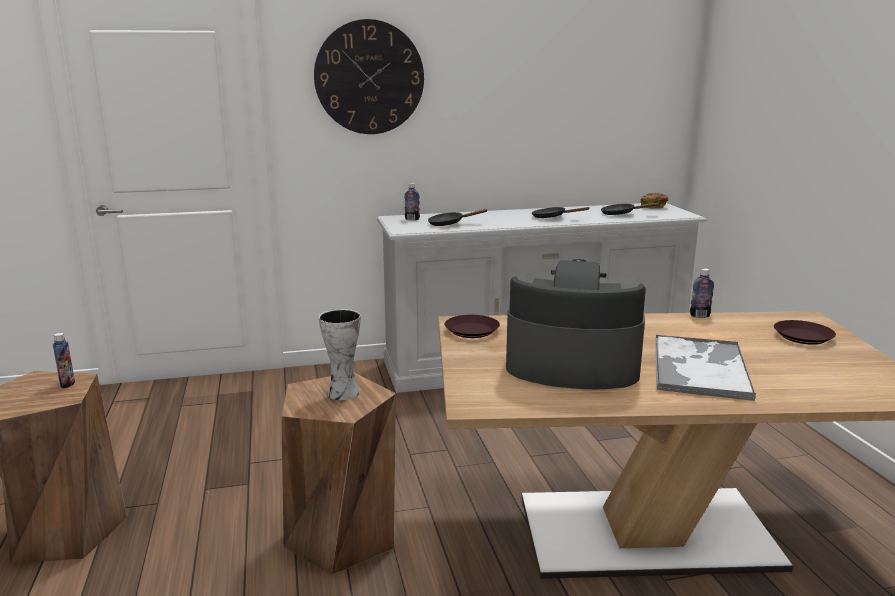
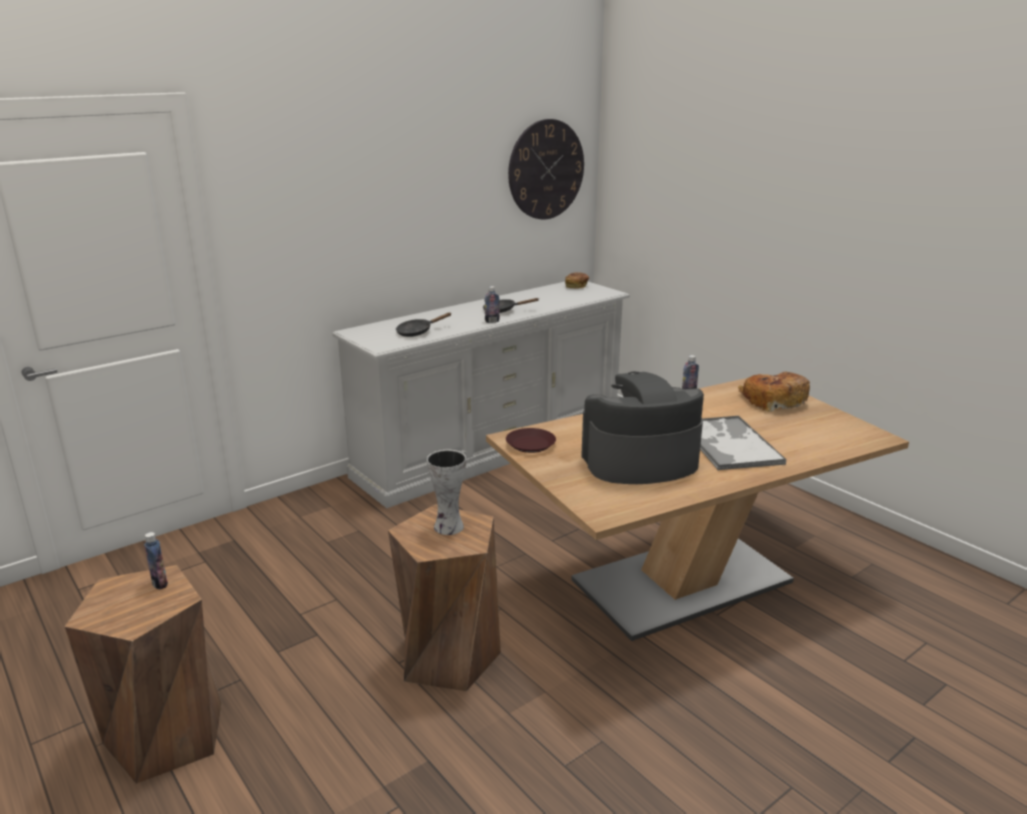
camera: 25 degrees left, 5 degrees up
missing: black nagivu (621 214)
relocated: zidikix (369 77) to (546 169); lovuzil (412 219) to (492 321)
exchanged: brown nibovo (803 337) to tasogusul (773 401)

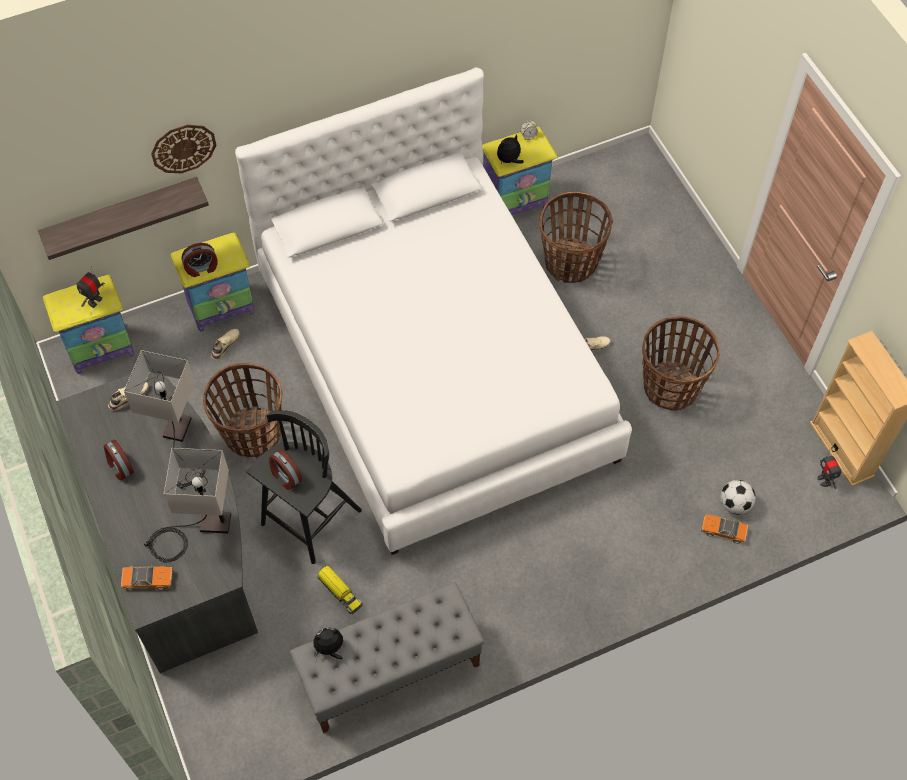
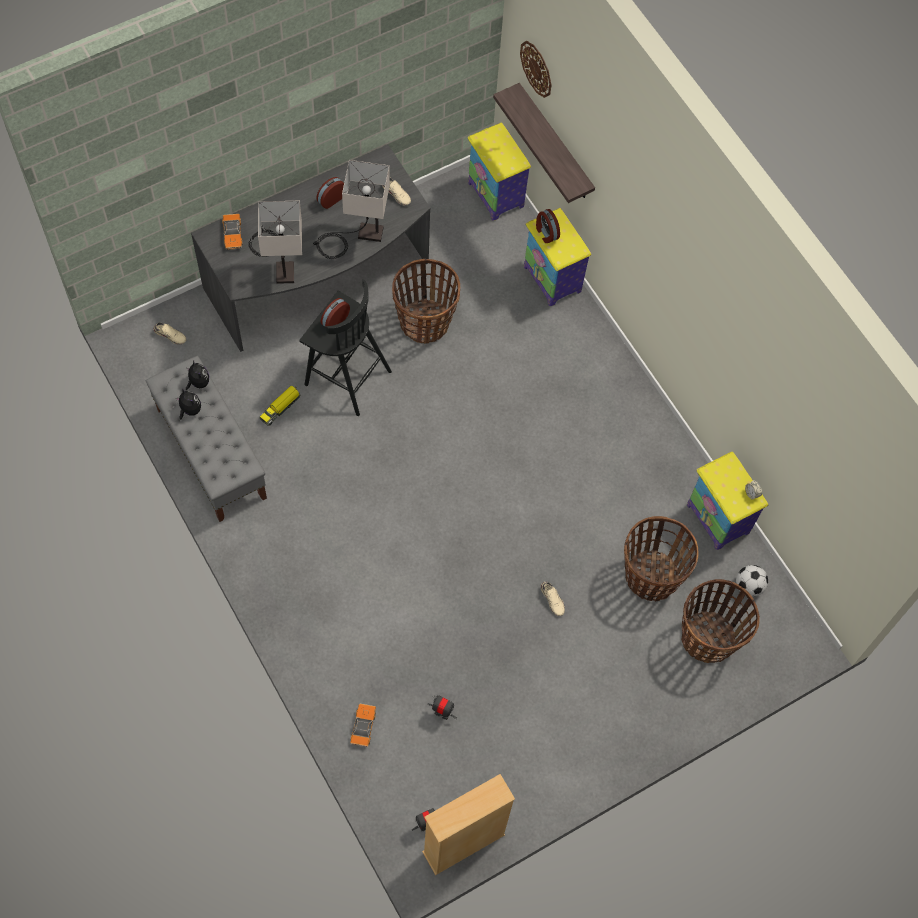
camera: 80 degrees right, 5 degrees up
missing: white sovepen (435 365)
relocated: zidikix (183 148) to (536 68); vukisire (509 160) to (189 410); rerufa (95 301) to (442 713); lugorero (670 386) to (708 637); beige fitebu (225 345) to (171 335); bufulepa (734 504) to (748 586)

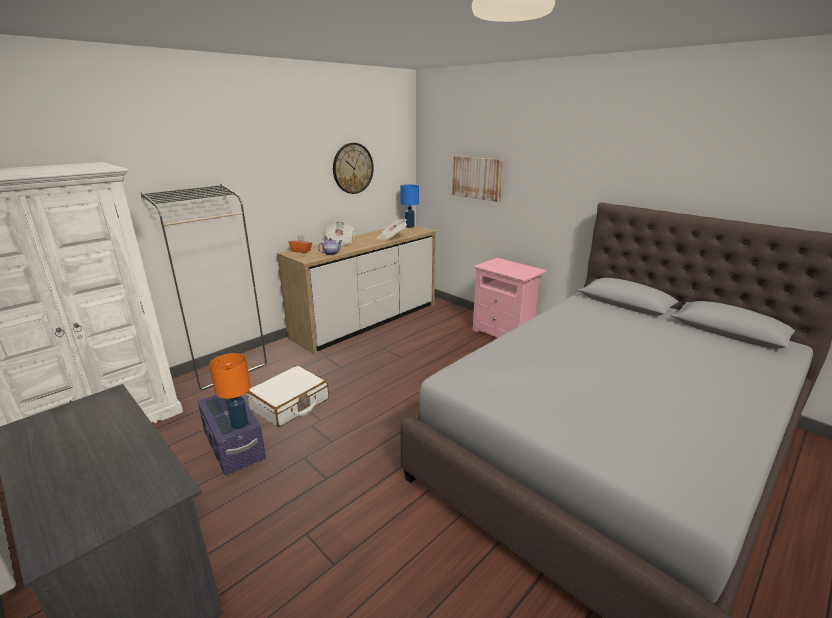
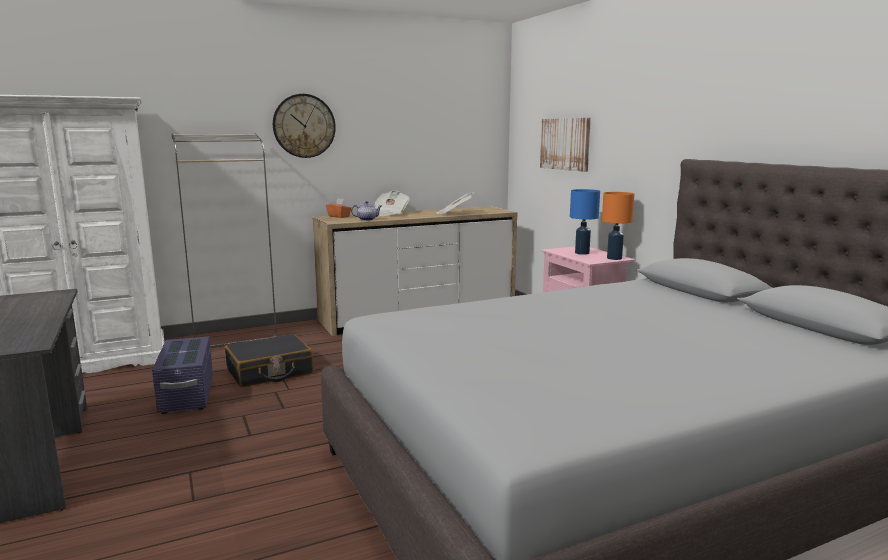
camera: 20 degrees right, 10 degrees down
relocated: zidikix (353 168) to (304 126); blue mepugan (409 227) to (582 253); orange mepugan (239 423) to (614 258)
colour: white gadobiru (290 404) to black gadobiru (270 372)

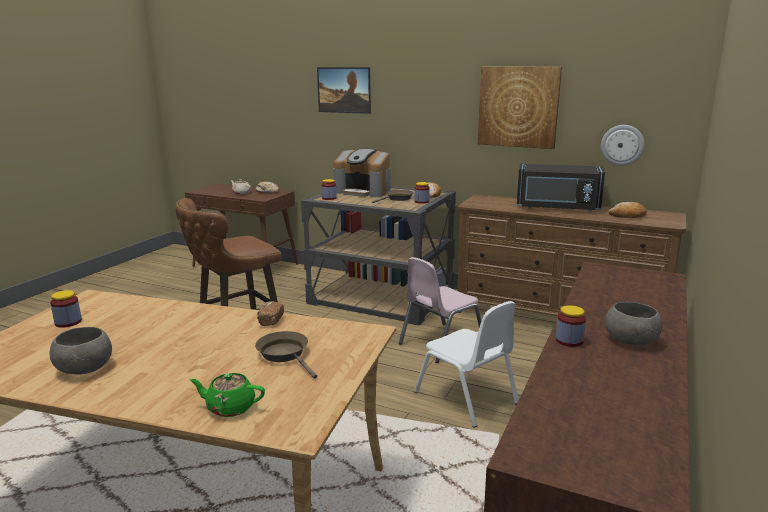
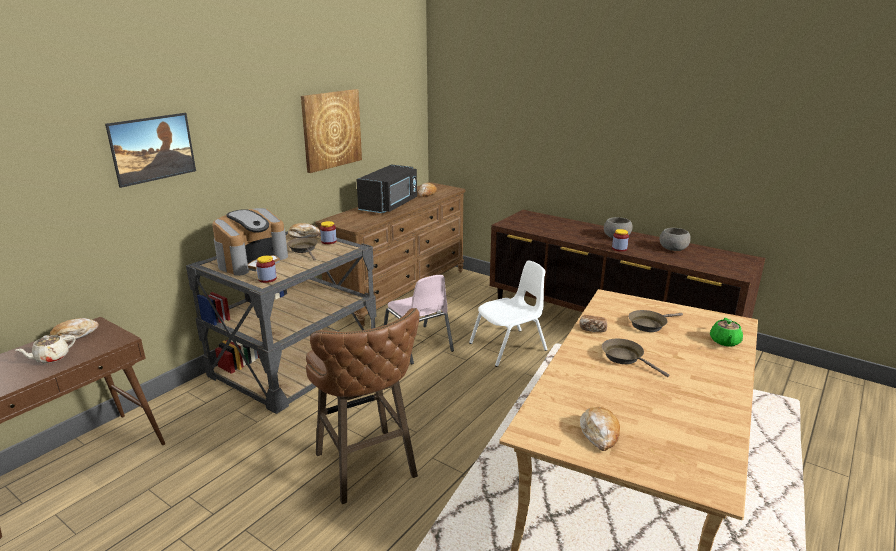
camera: 80 degrees left, 5 degrees up
missing: zidikix (622 145)
appeared: brown nagivu (625 358)
relocated: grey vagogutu (85 368) to (673 248)
exchanged: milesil (68 322) to tasogusul (600 433)

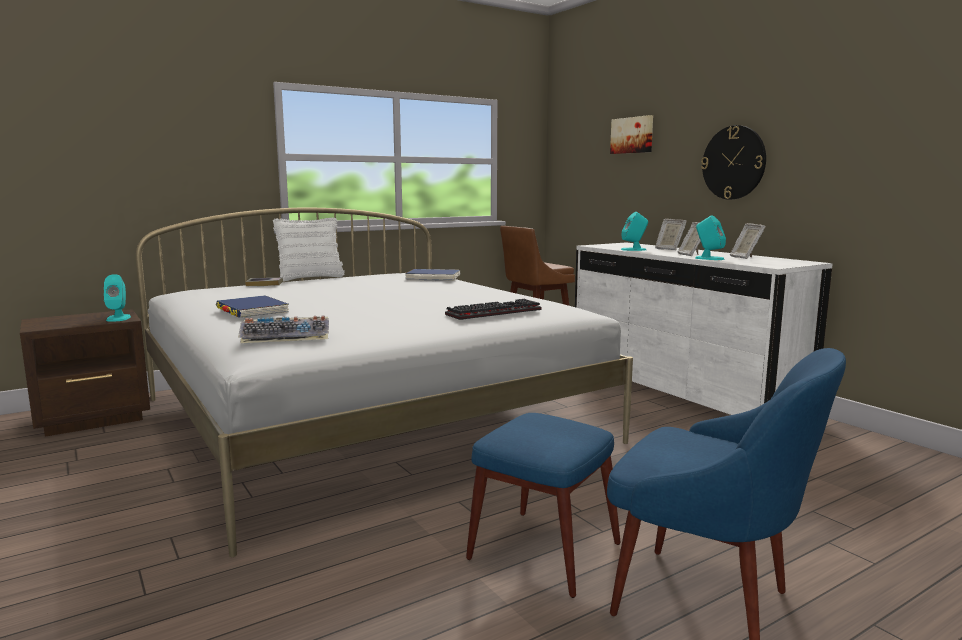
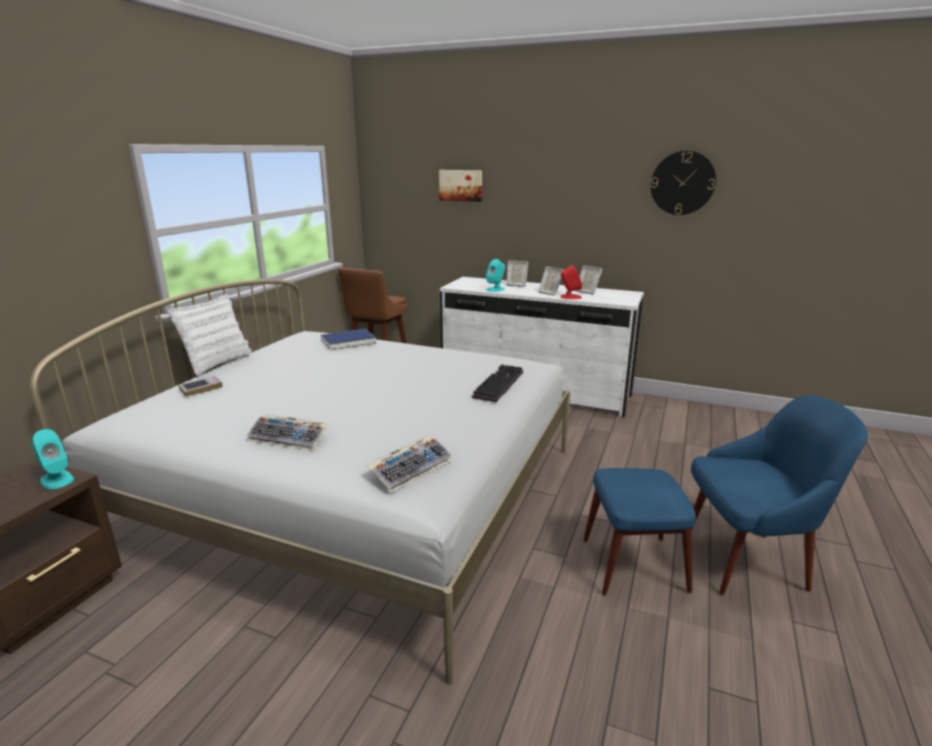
camera: 35 degrees left, 10 degrees up
relocated: zidikix (733 162) to (682 183)
exchanged: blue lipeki (252 310) to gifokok (290 438)
colour: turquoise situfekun (709 258) to red situfekun (570 297)

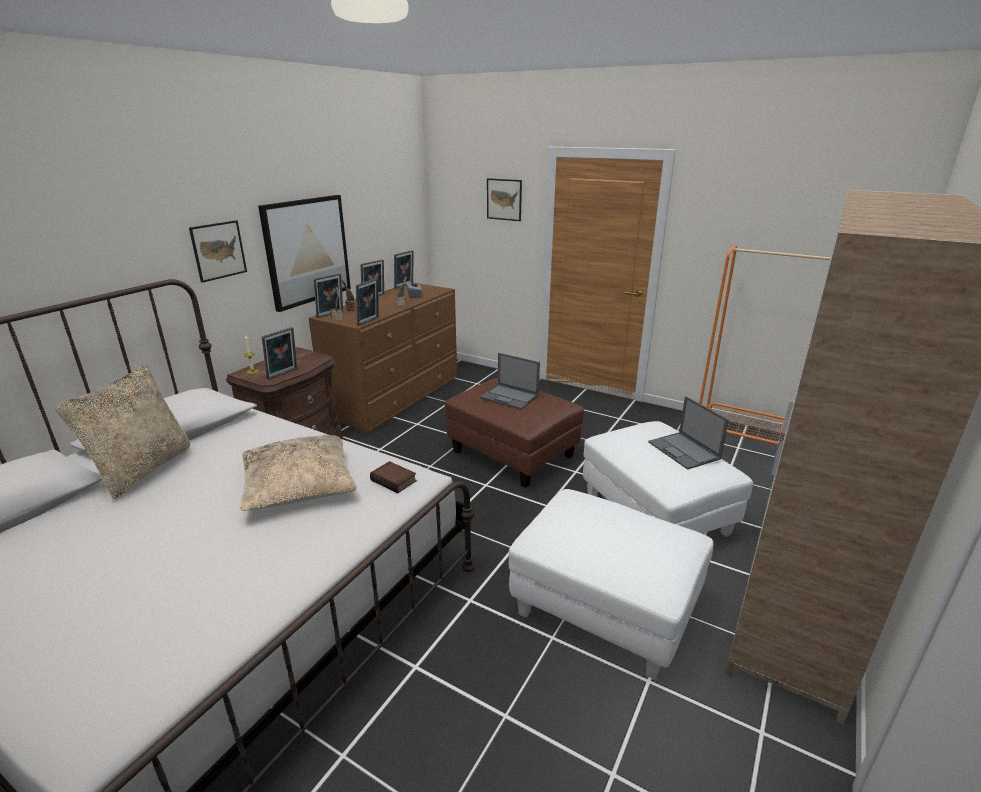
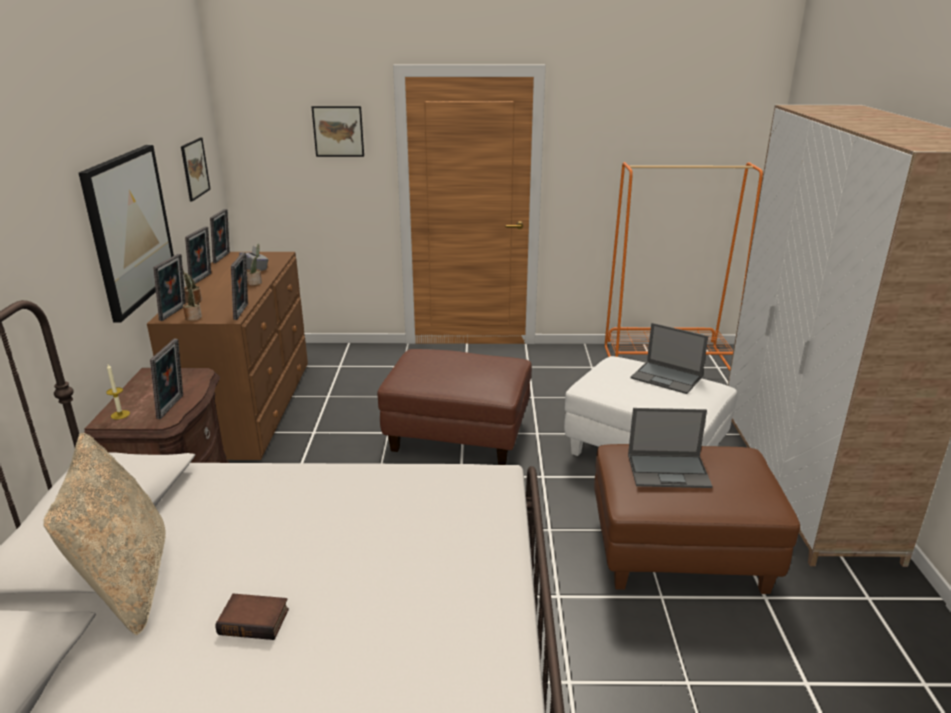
camera: 30 degrees left, 0 degrees up
missing: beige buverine (299 484)
relocated: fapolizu (218 250) to (195 168); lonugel (510 397) to (669 471); lipeki (395 480) to (255 620)
colour: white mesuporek (605 609) to brown mesuporek (680 552)

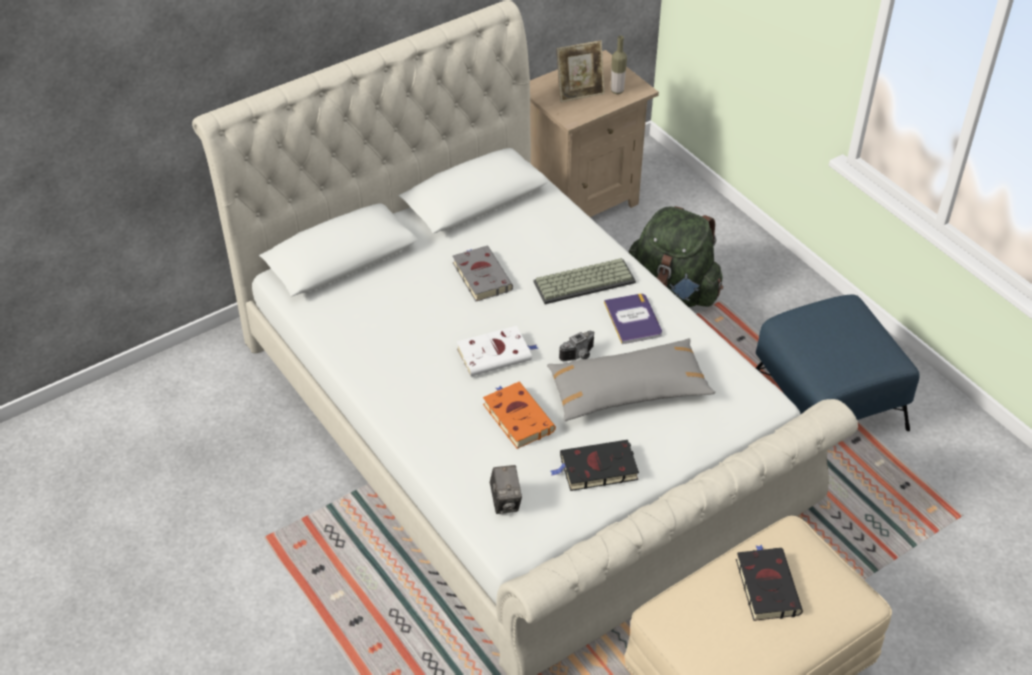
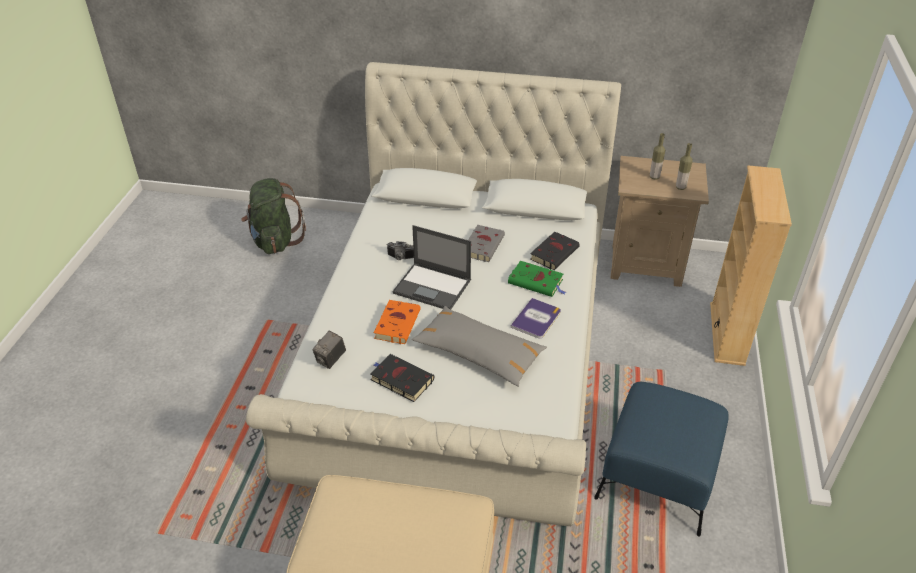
camera: 45 degrees right, 5 degrees down
appeared: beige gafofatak (727 333)
relocated: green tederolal (673 291) to (275 241); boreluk (580 356) to (400 258); black lipeki (766 585) to (555 253)
exchanged: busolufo (579 93) to lovuzil (654 177); gifokok (584 281) to green lipeki (537 282); white lipeki (496 354) to lonugel (433 287)

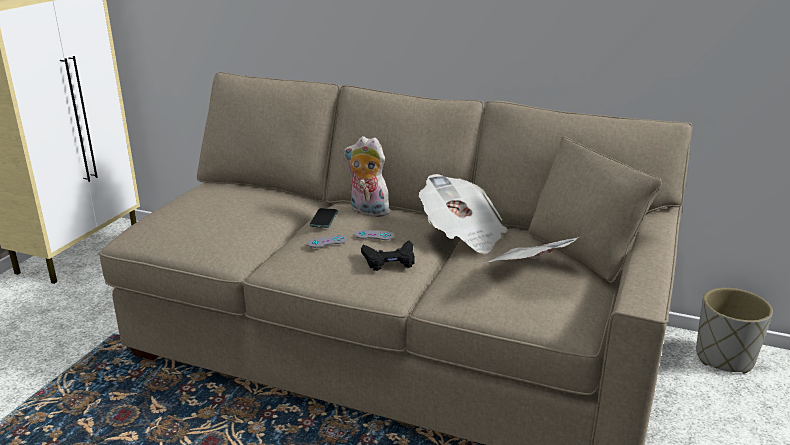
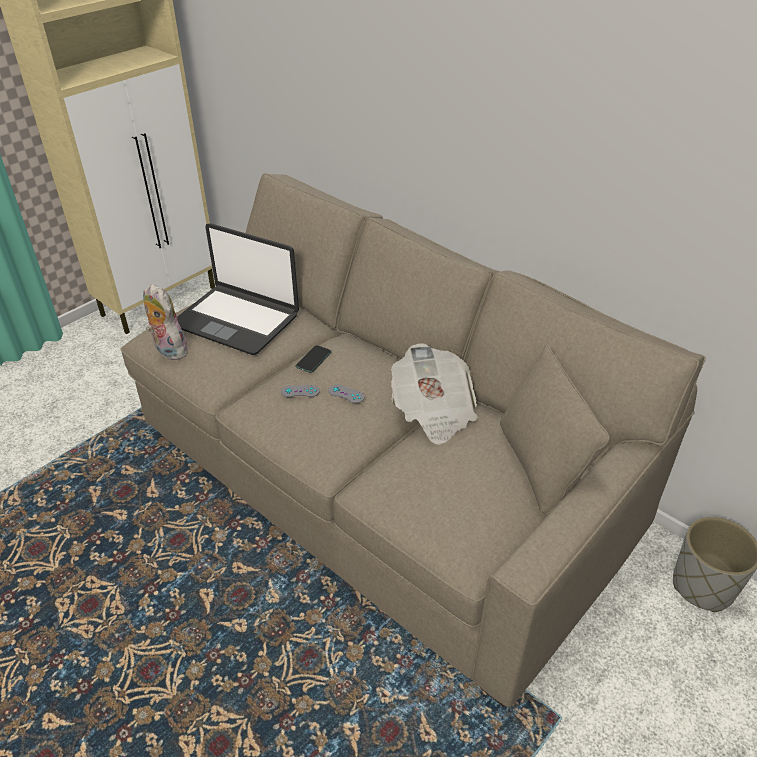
camera: 20 degrees right, 15 degrees up
missing: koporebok (529 273); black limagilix (389 260)
appeared: lonugel (237 320)
relocated: vukisire (367 212) to (168 350)

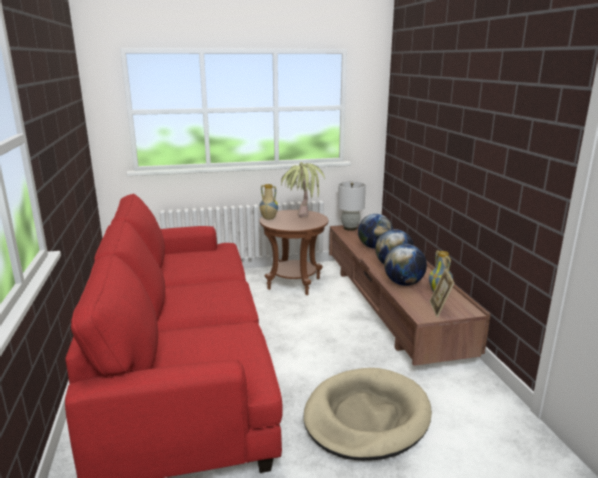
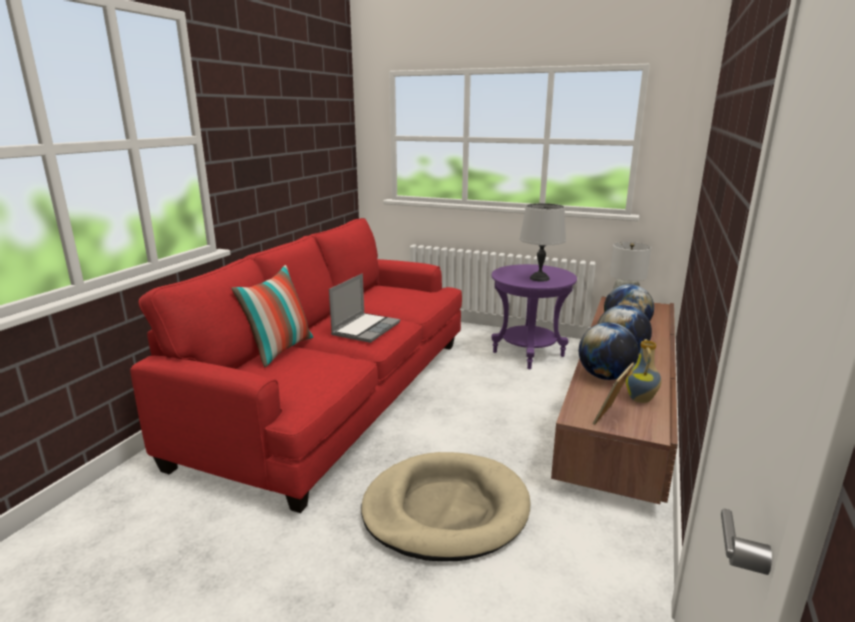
camera: 35 degrees right, 0 degrees up
missing: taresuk (268 218)
appeared: buverine (279 350); lonugel (366 328)
exchanged: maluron (302 221) to grey mepugan (539 278)
colour: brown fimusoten (294 284) to purple fimusoten (528 354)

